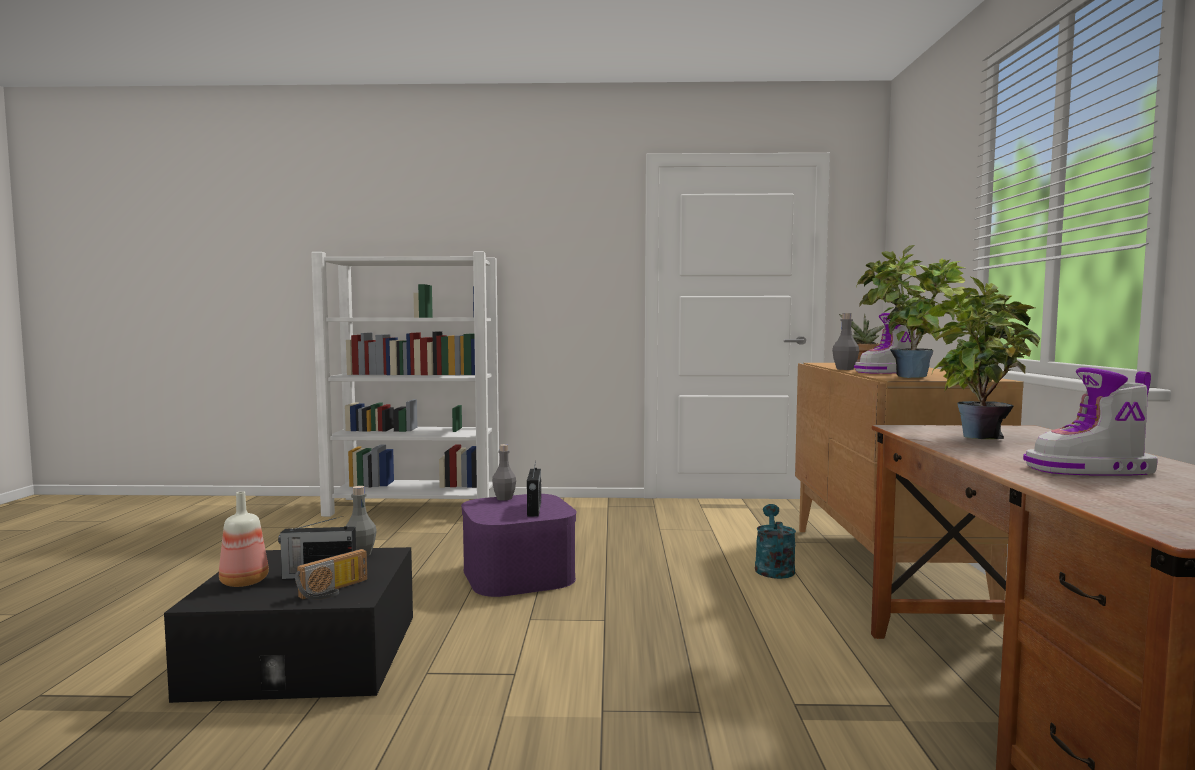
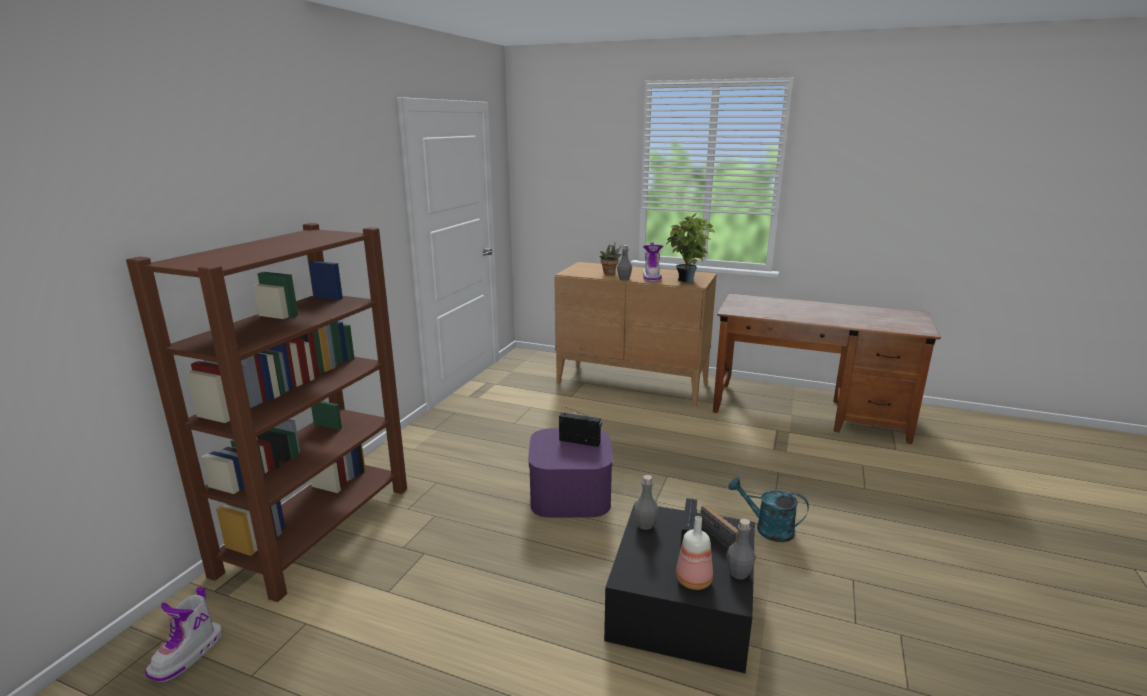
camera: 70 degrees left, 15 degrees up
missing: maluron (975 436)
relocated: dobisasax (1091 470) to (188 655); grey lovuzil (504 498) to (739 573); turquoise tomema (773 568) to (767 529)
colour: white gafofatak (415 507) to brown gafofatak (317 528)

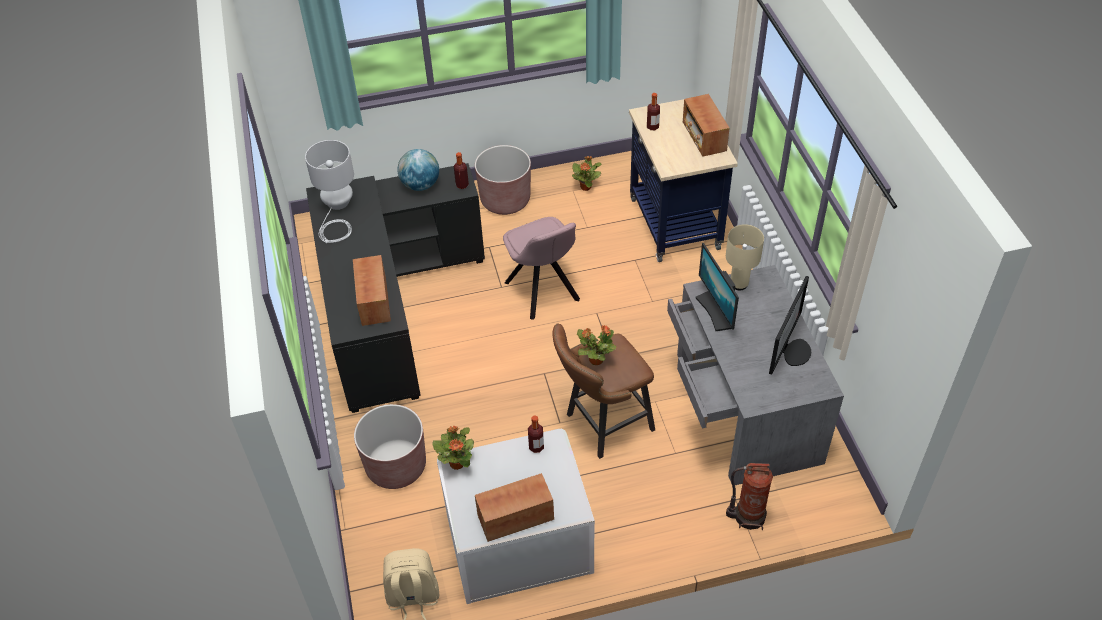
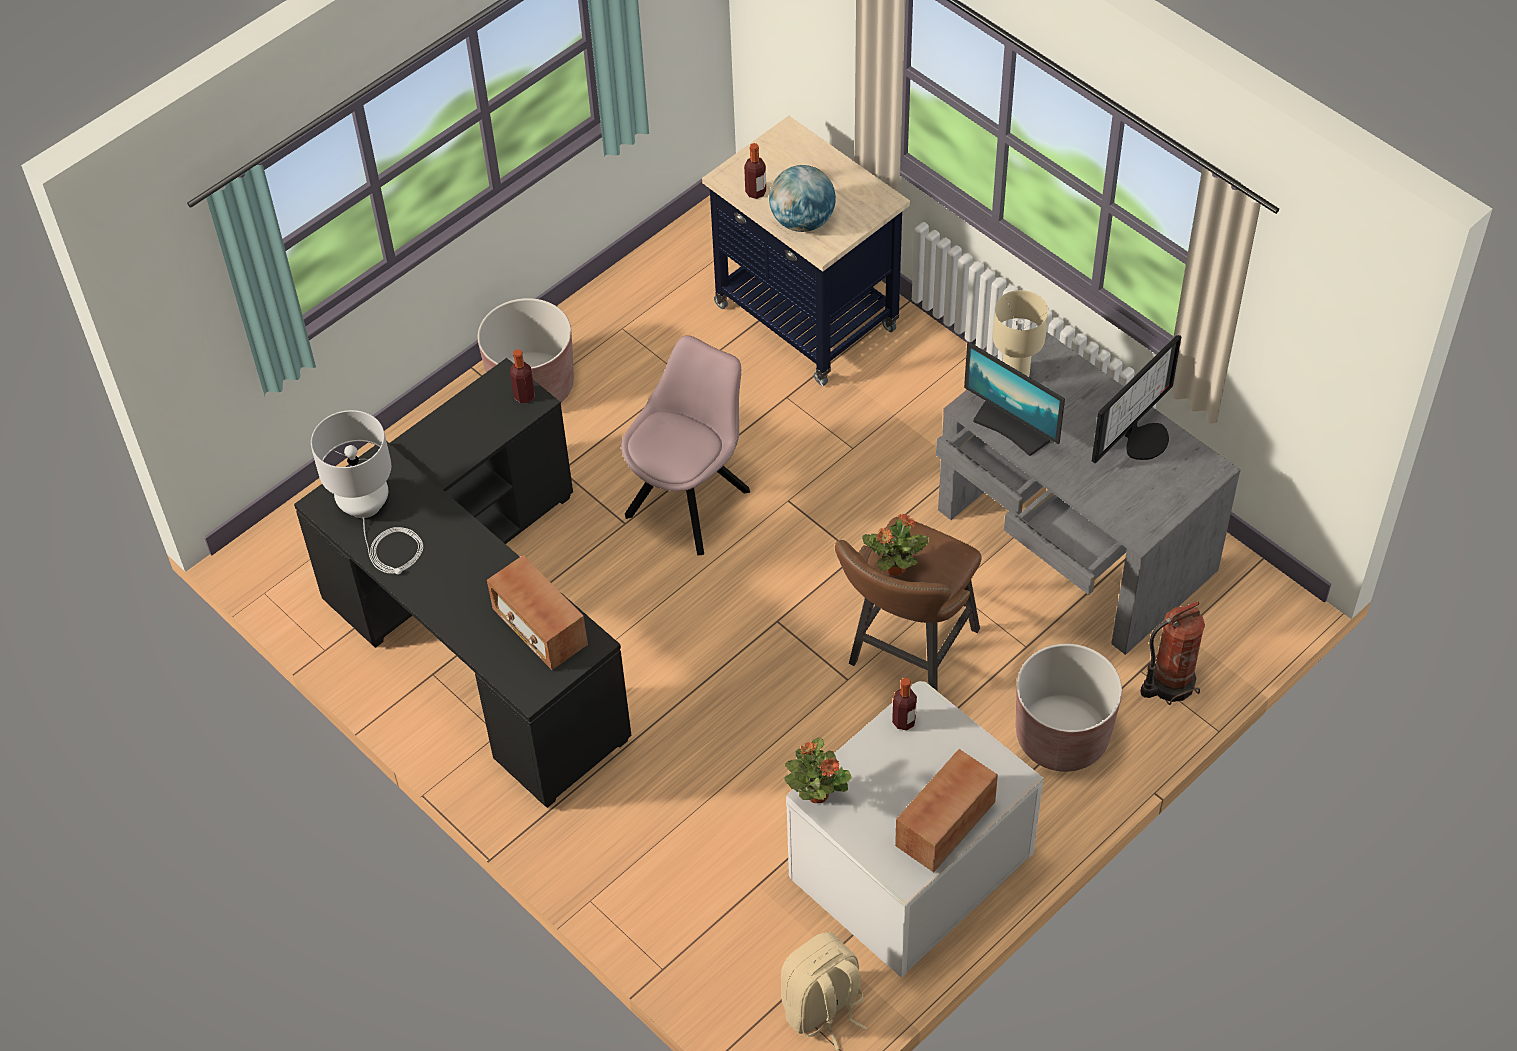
camera: 30 degrees left, 5 degrees up
missing: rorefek (704 137); maluron (586 187)
relocated: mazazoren (420 185) to (802 221); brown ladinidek (396 466) to (1062 736)
spun: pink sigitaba (542 291) = (689 503) 90 degrees counterclockwise; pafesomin (793 351) = (1142 438) 45 degrees clockwise

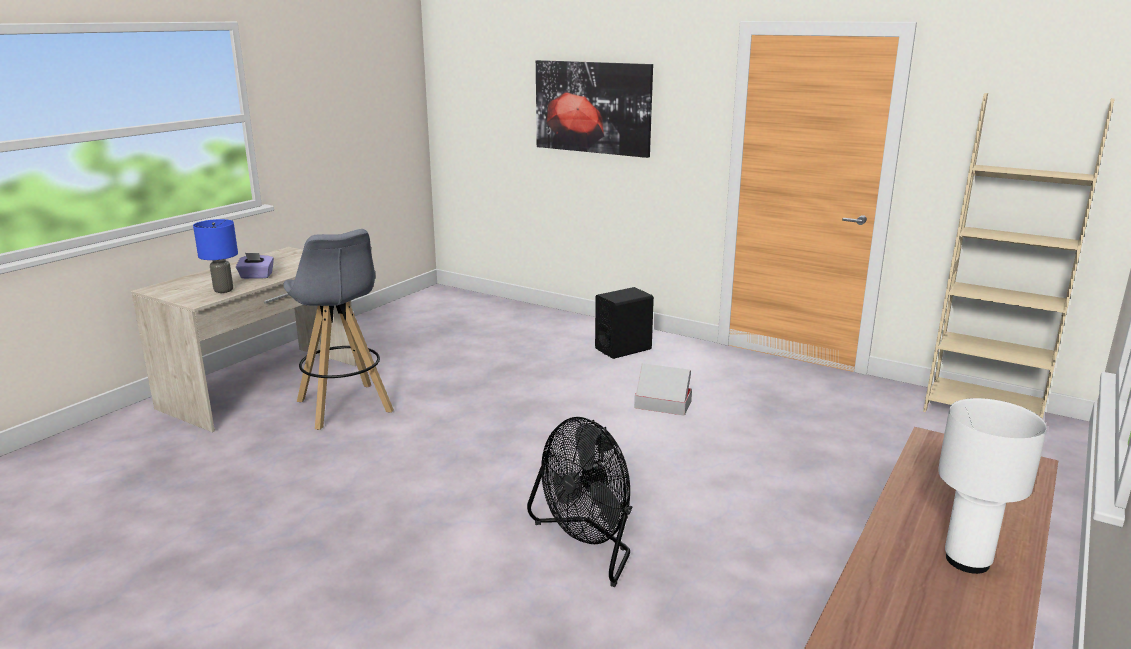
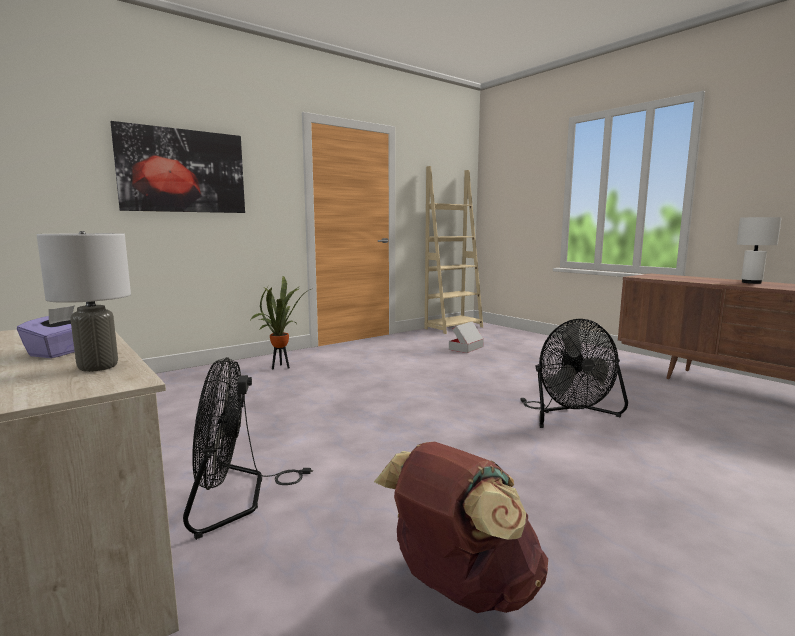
camera: 70 degrees left, 10 degrees down
appeared: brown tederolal (461 589)
relocated: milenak (662 404) to (466 348)
exchanged: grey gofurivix (344 407) to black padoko (239 493); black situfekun (623 349) to maluron (281 367)
colour: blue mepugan (223 291) to white mepugan (99 367)

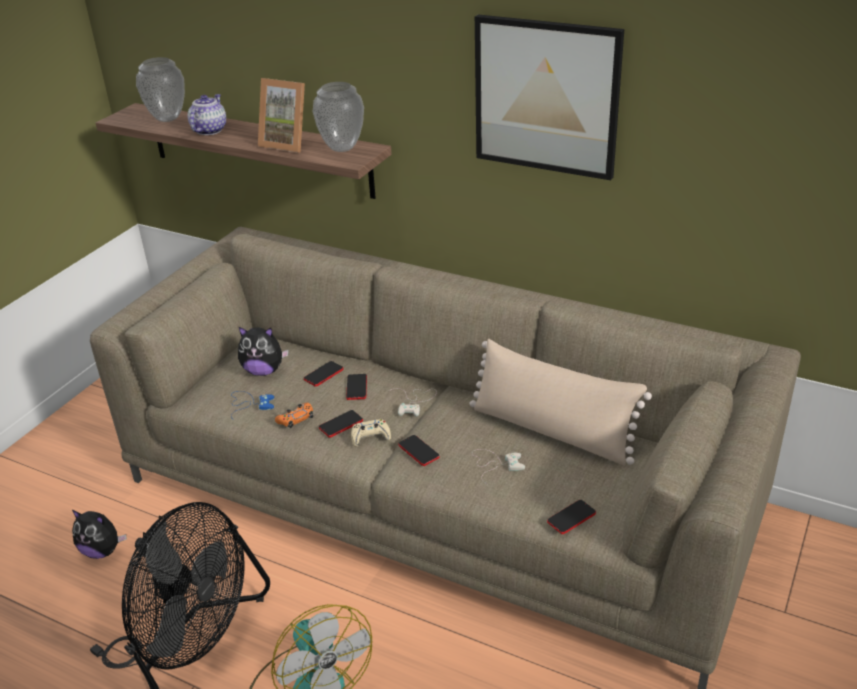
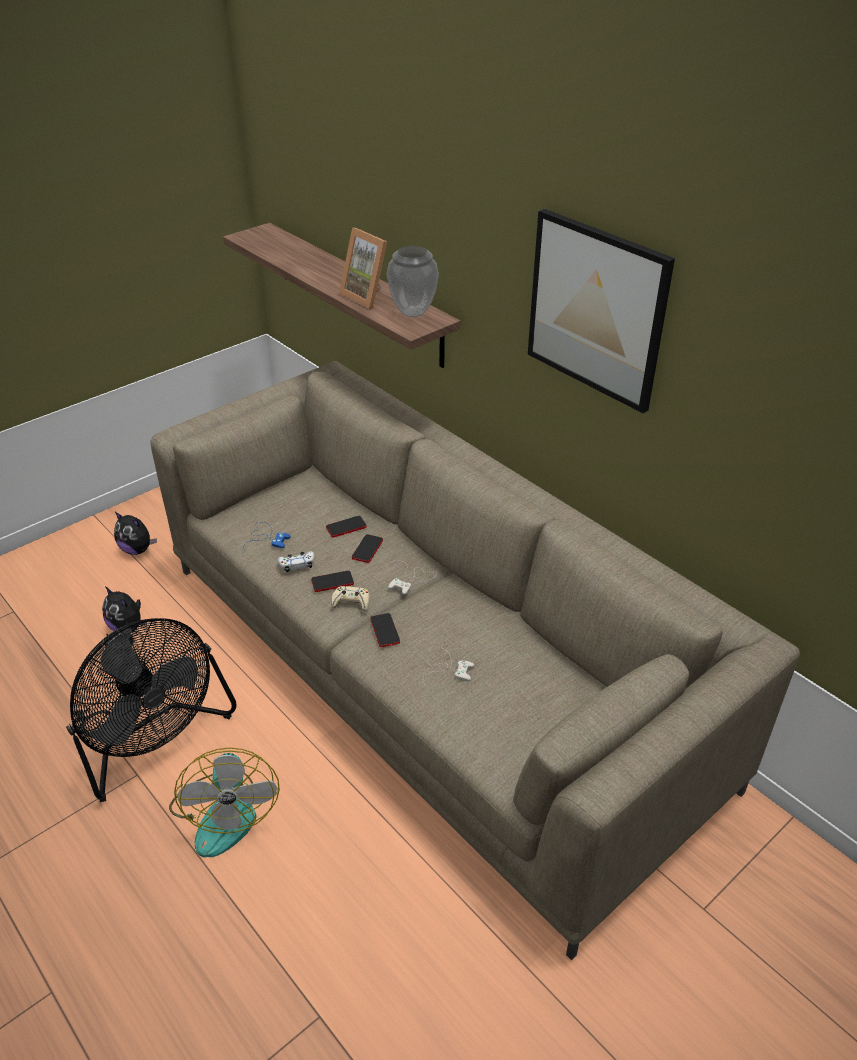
camera: 20 degrees right, 5 degrees up
missing: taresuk (167 119); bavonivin (209 130); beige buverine (552 431); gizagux (571 517)
relocated: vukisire (264 371) to (137 550)
colour: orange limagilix (296 419) to white limagilix (297 564)

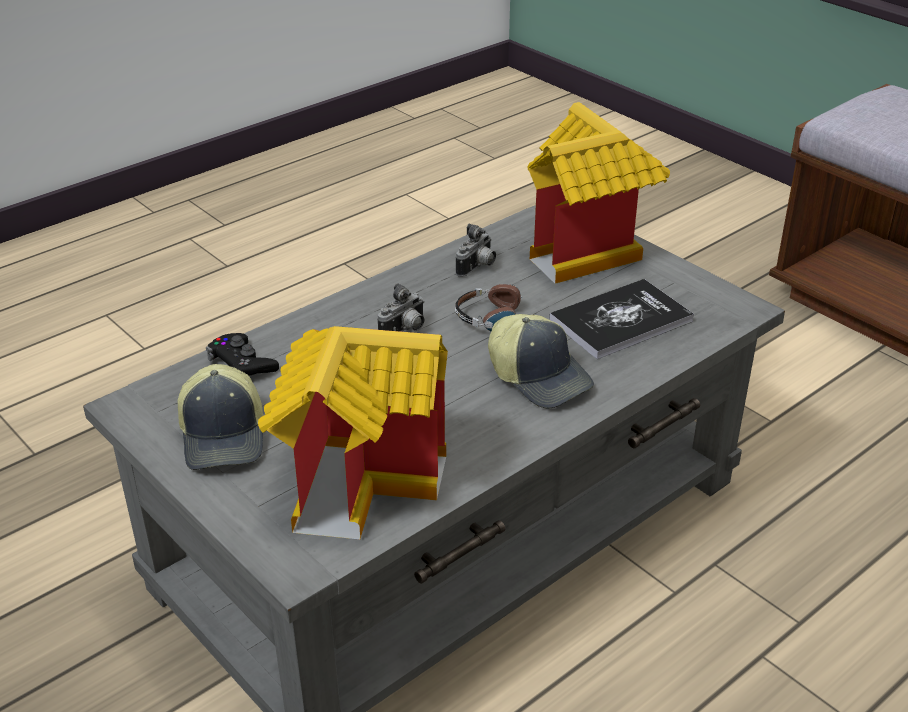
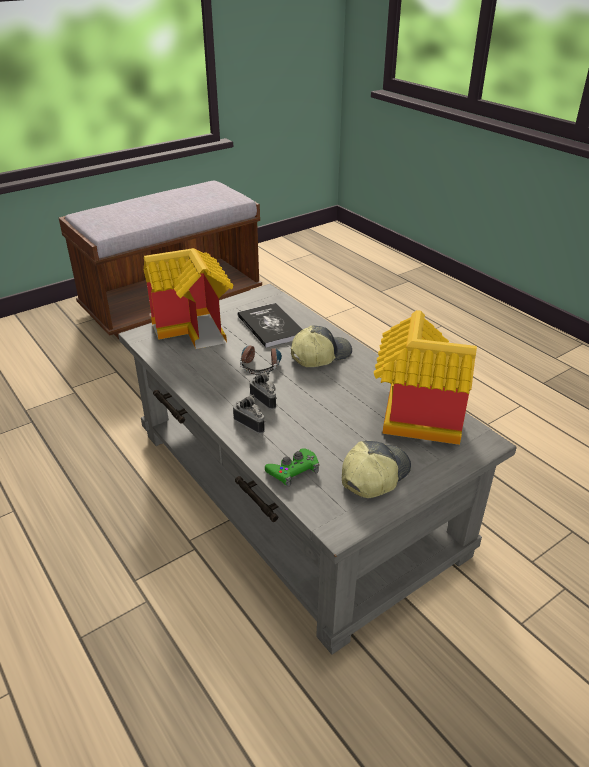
camera: 85 degrees left, 0 degrees up
relocated: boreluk (477 268) to (251 423)
colour: black limagilix (242 364) to green limagilix (293 471)
spun: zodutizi (225 436) = (374 475) 45 degrees counterclockwise

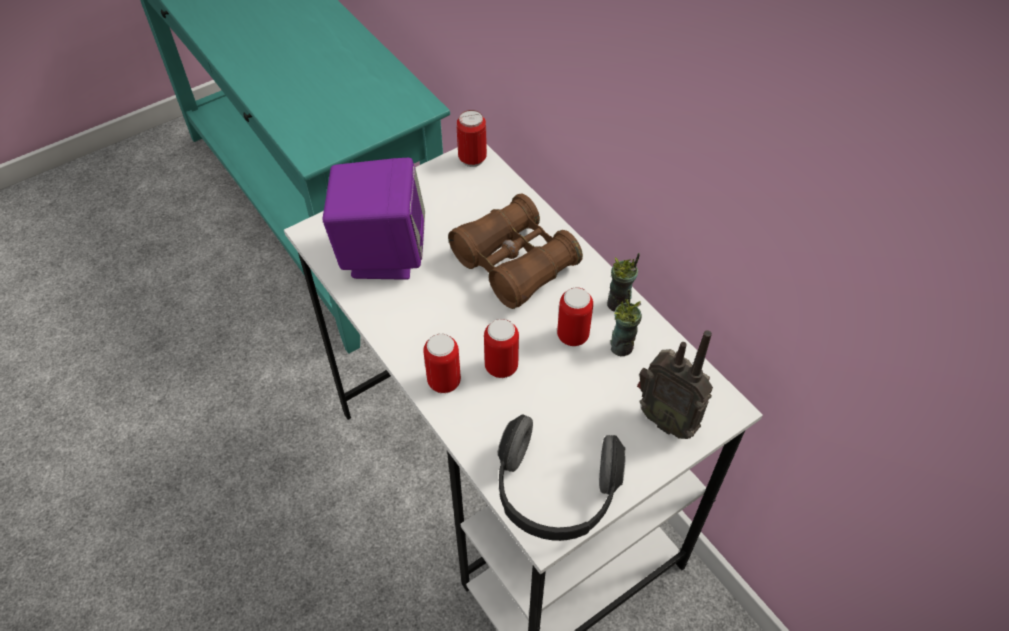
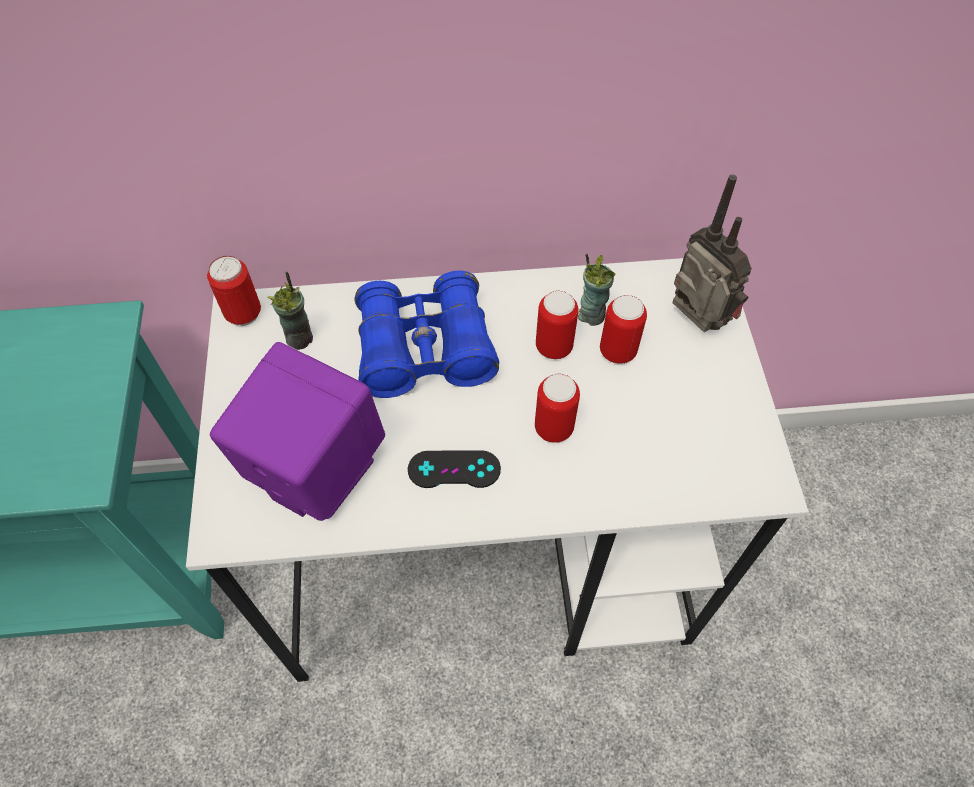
camera: 60 degrees left, 5 degrees up
missing: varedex (555 493)
appeared: black limagilix (454 469)
relocated: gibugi (619 304) to (300 338); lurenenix (444 381) to (617 351)
colour: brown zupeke (514 263) to blue zupeke (425 349)
spun: rorefek (667 419) = (694 324) 105 degrees counterclockwise

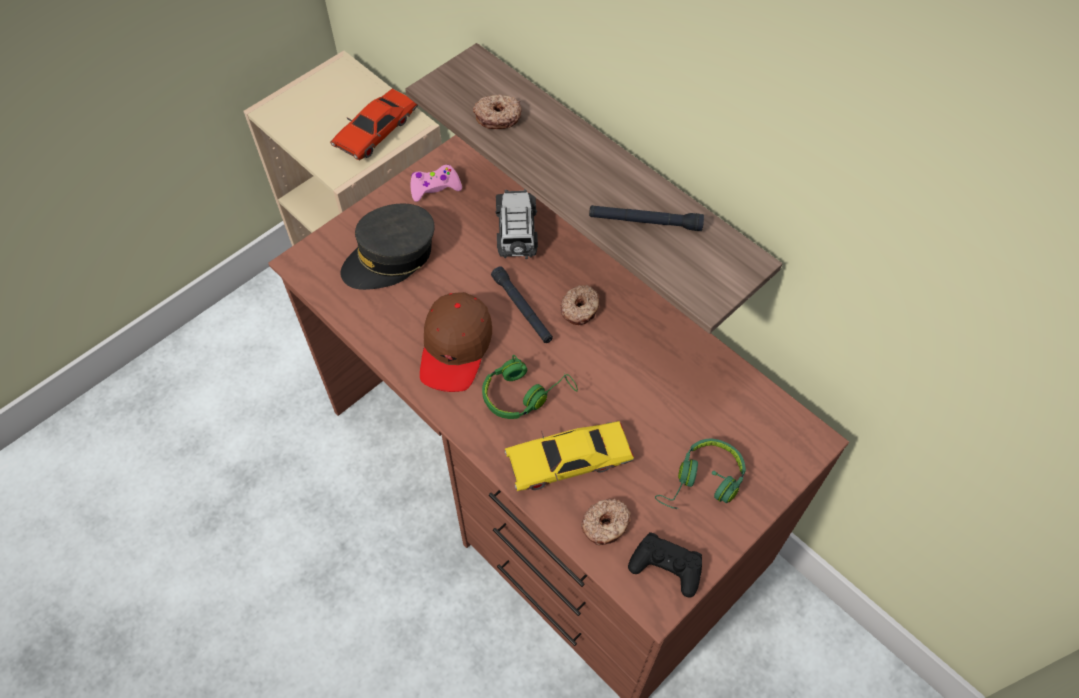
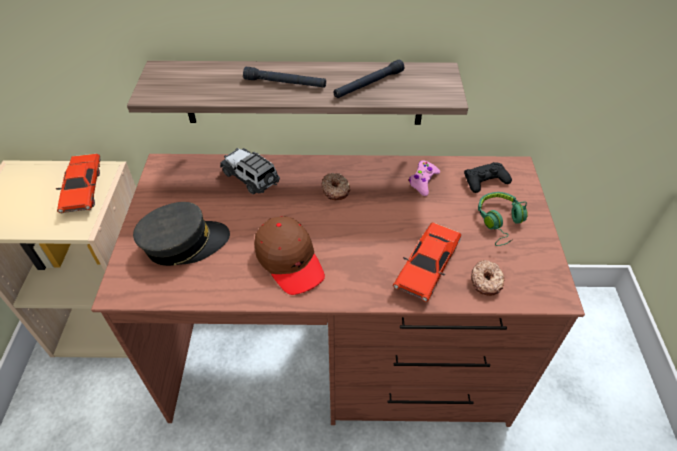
camera: 45 degrees left, 10 degrees down
missing: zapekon (498 116); green varedex (525 393)
relocated: pink limagilix (435 187) to (423 181); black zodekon (522 309) to (285 83); black limagilix (666 566) to (485 181)
colour: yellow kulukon (568 461) to red kulukon (427 267)
spun: grey zodutizi (390 257) = (184 243) 120 degrees counterclockwise

